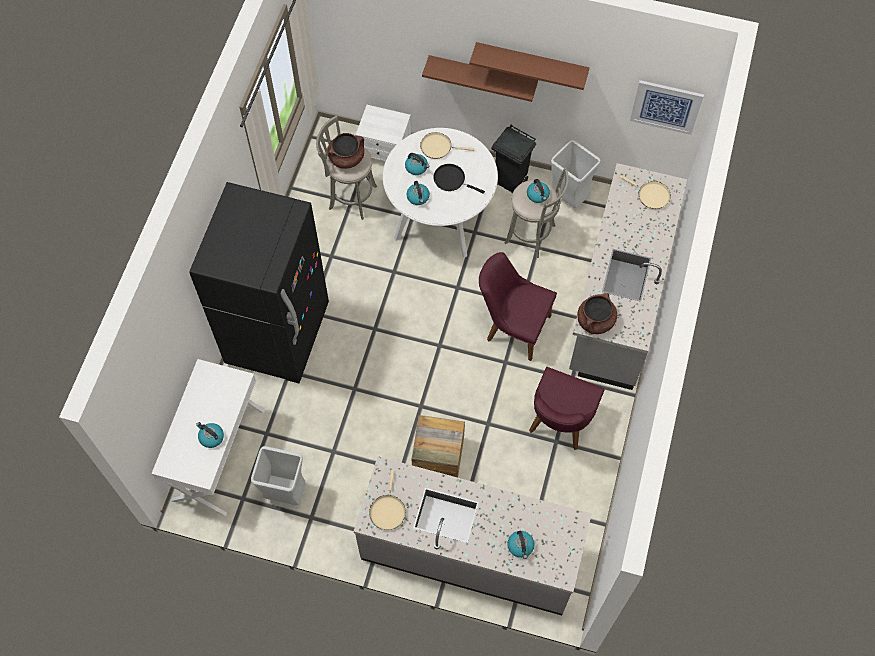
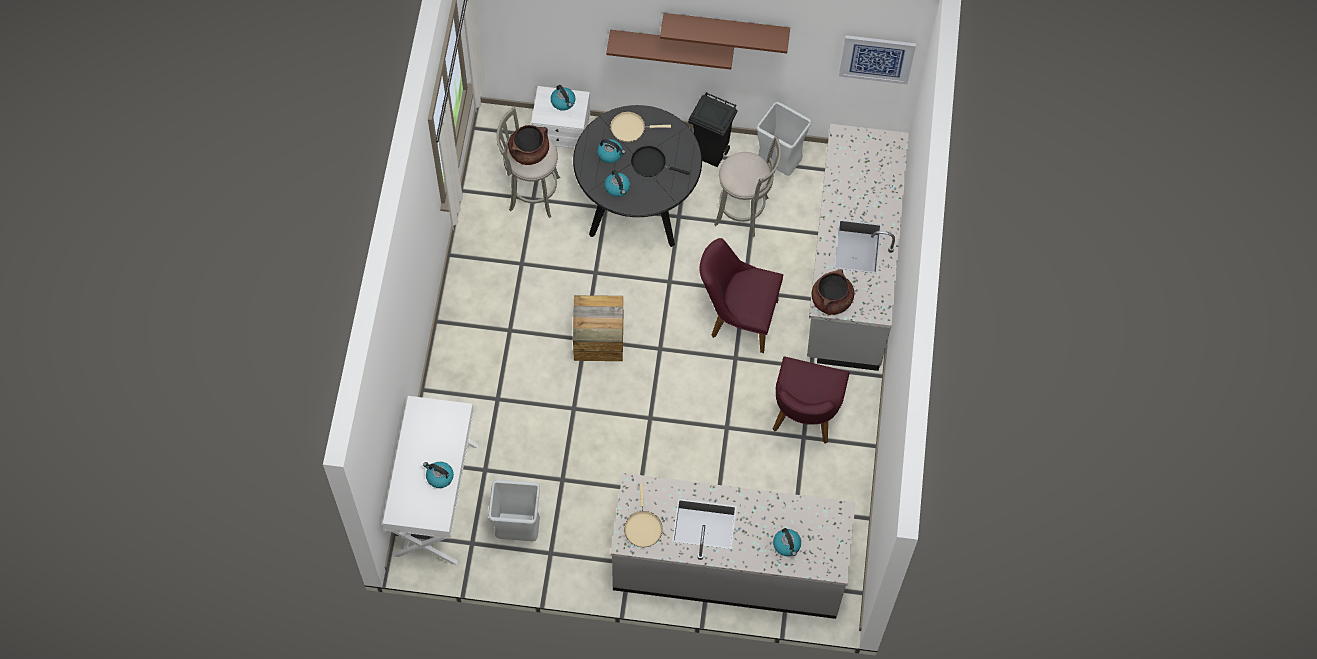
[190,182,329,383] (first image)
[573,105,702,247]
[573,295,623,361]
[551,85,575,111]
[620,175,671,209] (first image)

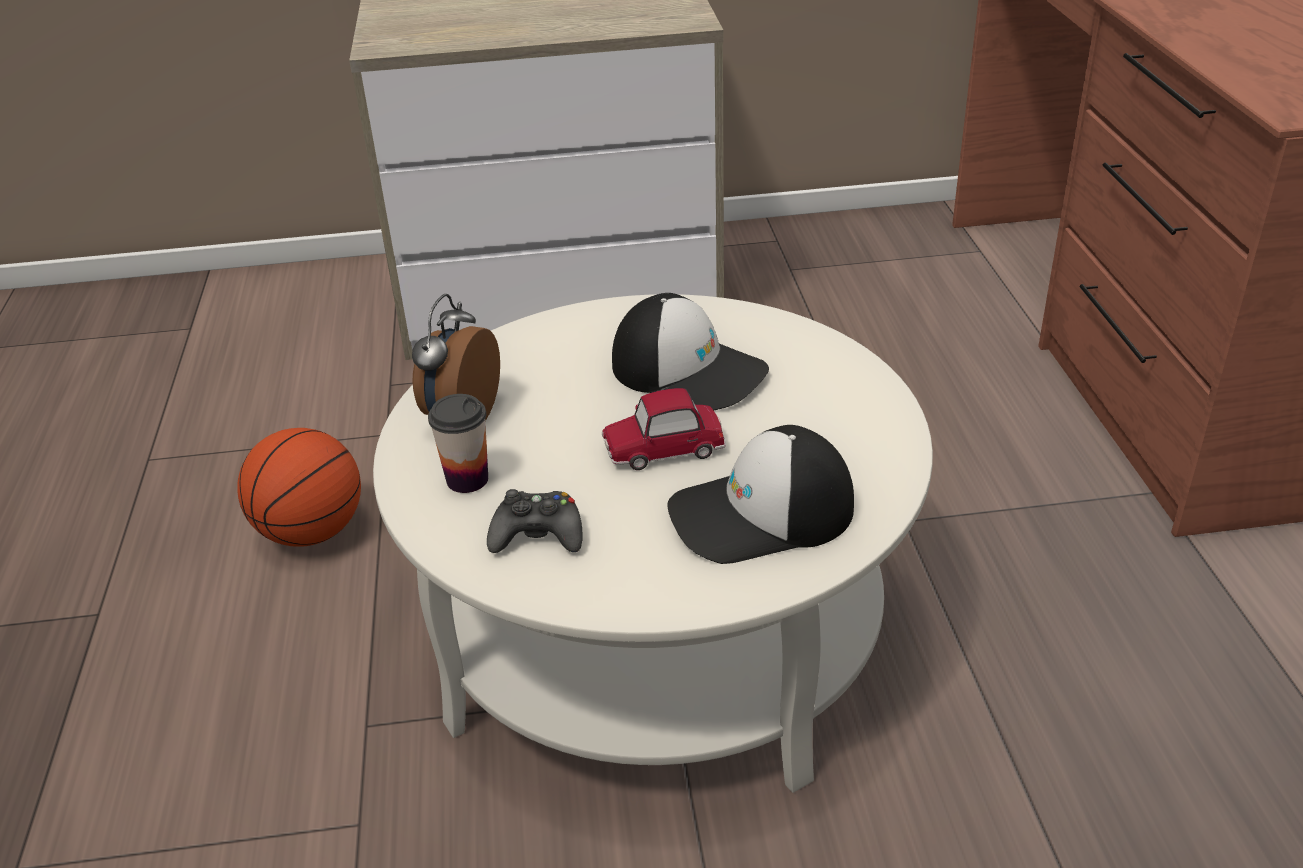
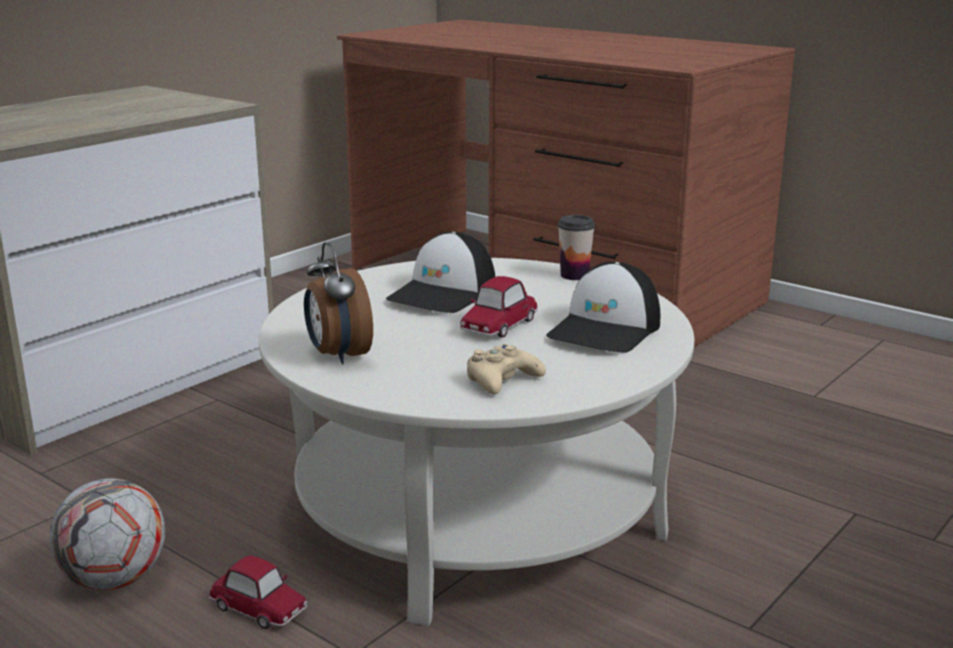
[49,478,165,590]
[558,215,595,280]
[467,344,546,394]
[386,232,495,313]
[209,555,307,629]

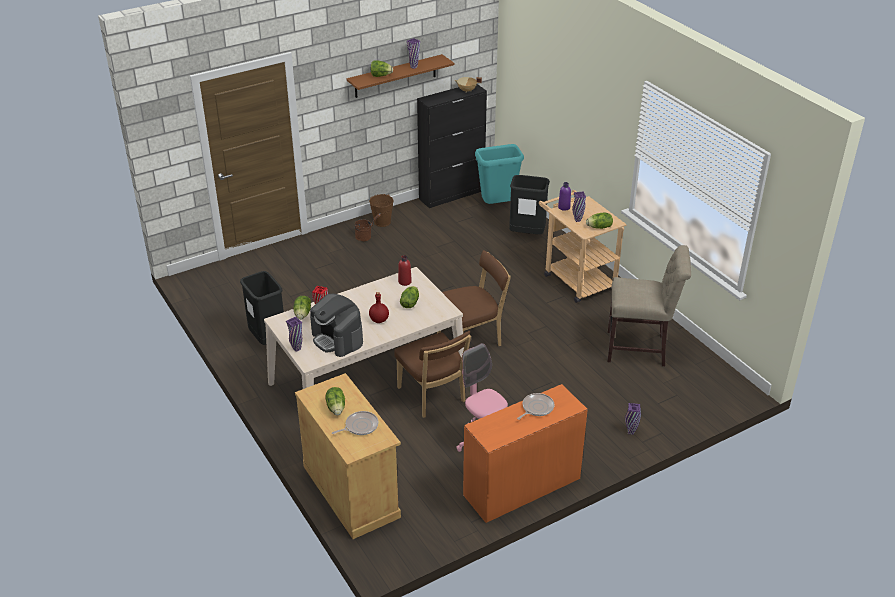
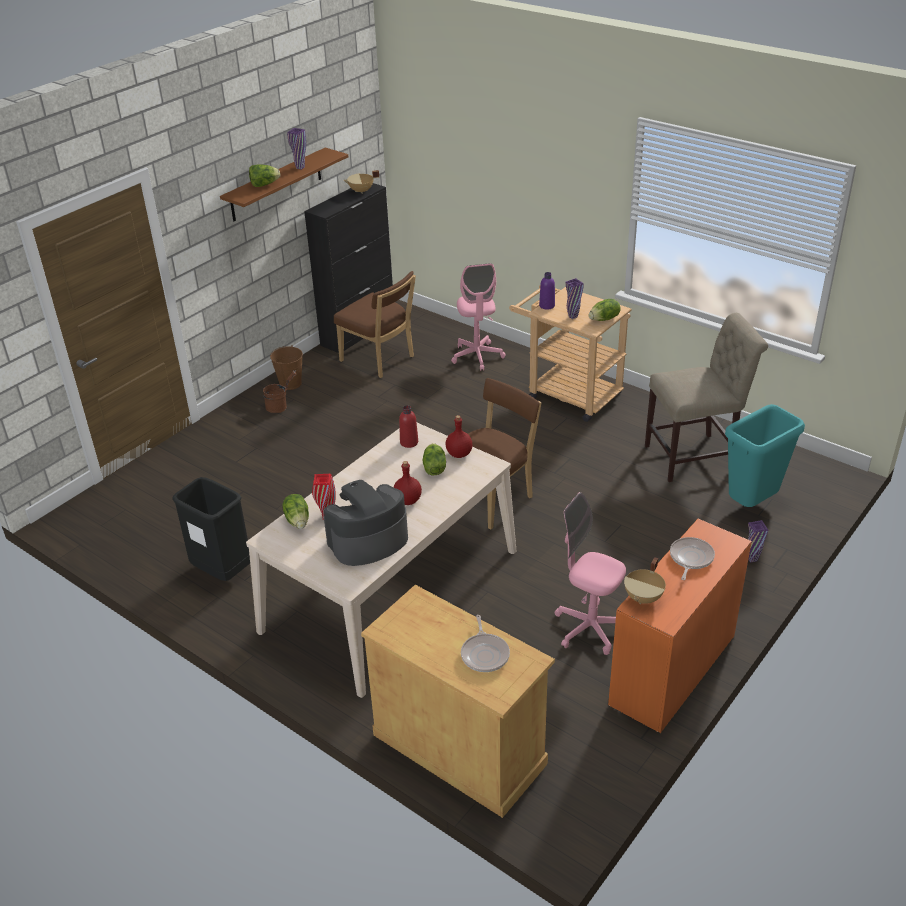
[286,317,302,352] (first image)
[324,480,408,566]
[325,387,345,416] (first image)
[461,615,510,672]
[334,271,416,378]
[725,404,805,507]
[451,263,506,371]
[446,415,473,458]
[624,557,666,604]

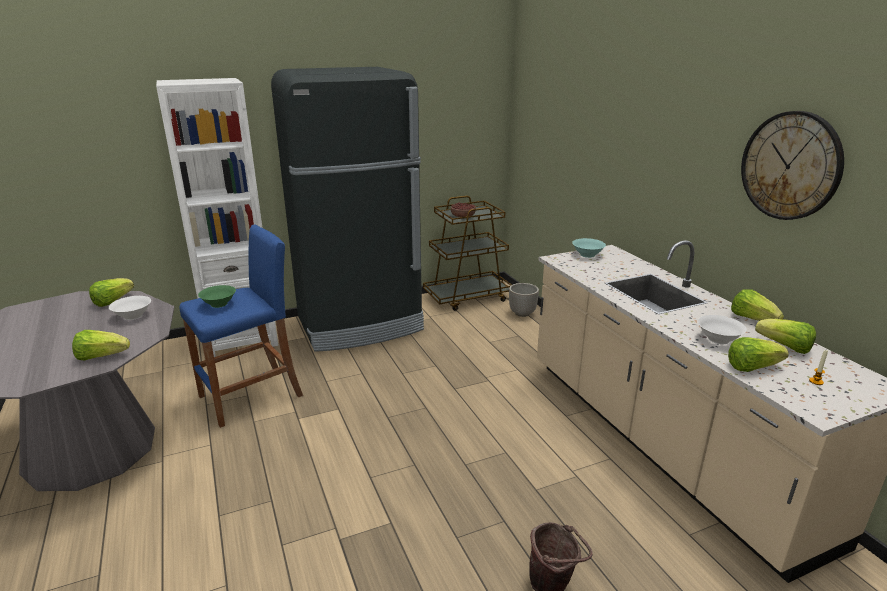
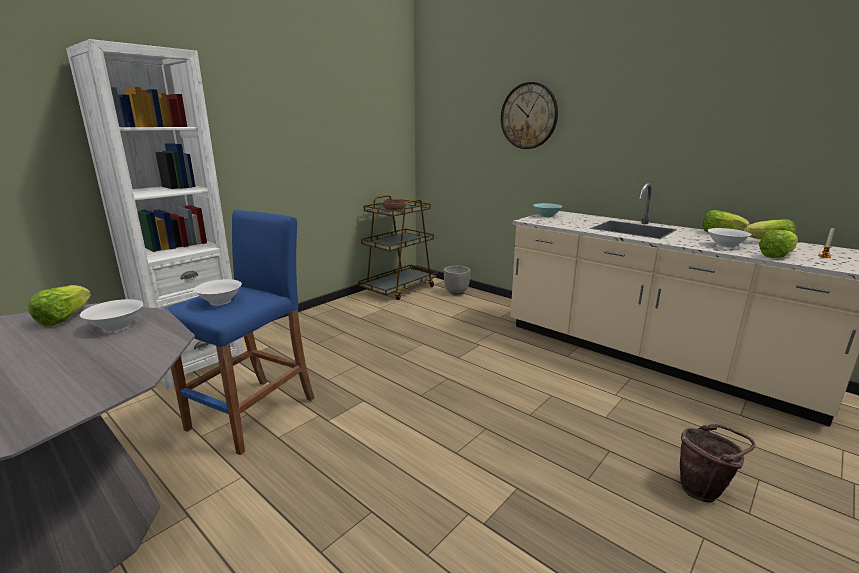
[72,330,130,360] (first image)
[194,279,242,305]
[271,67,424,352] (first image)
[501,82,558,149]

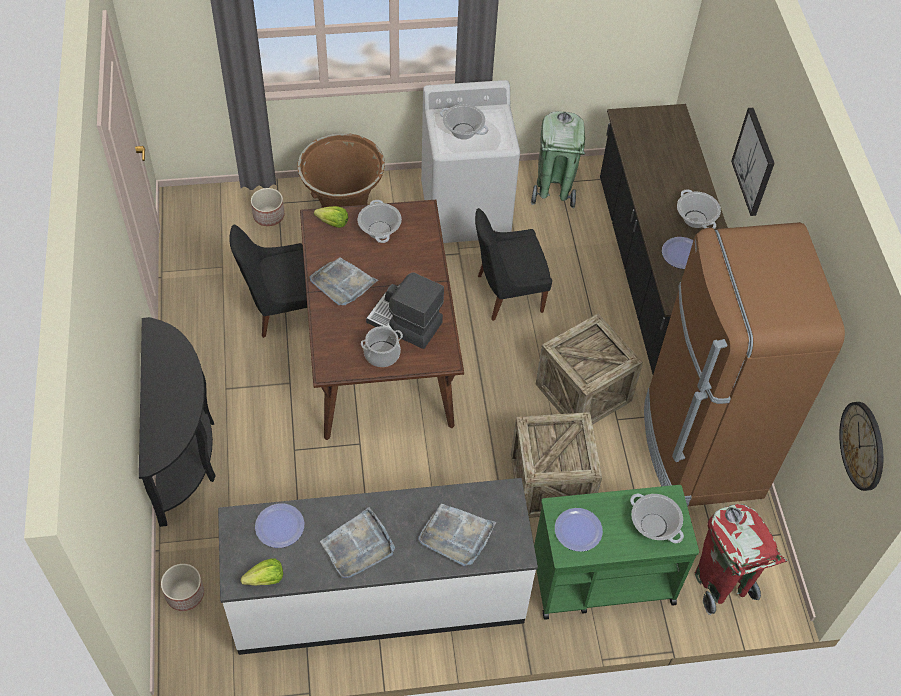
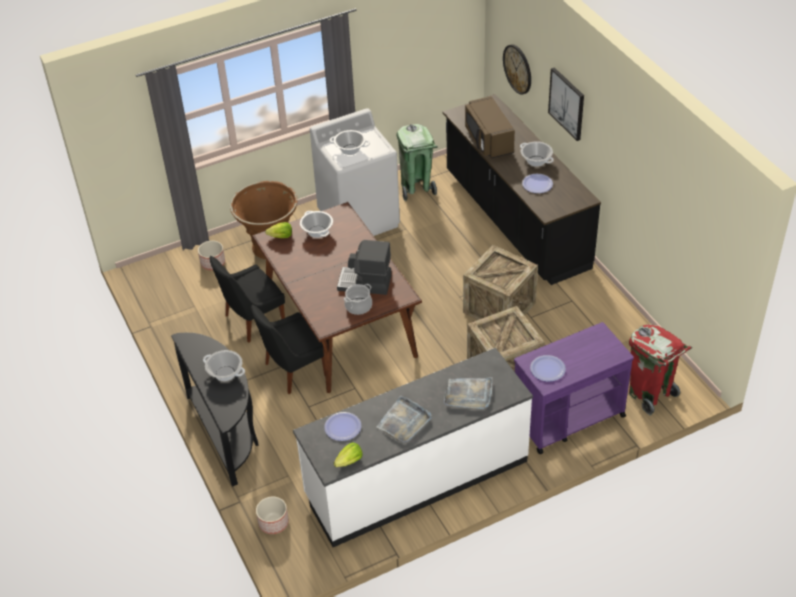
[310,257,378,306] (first image)
[251,304,325,394]
[514,322,634,454]
[203,350,245,381]
[644,222,845,507] (first image)
[503,44,531,95]
[465,96,515,158]

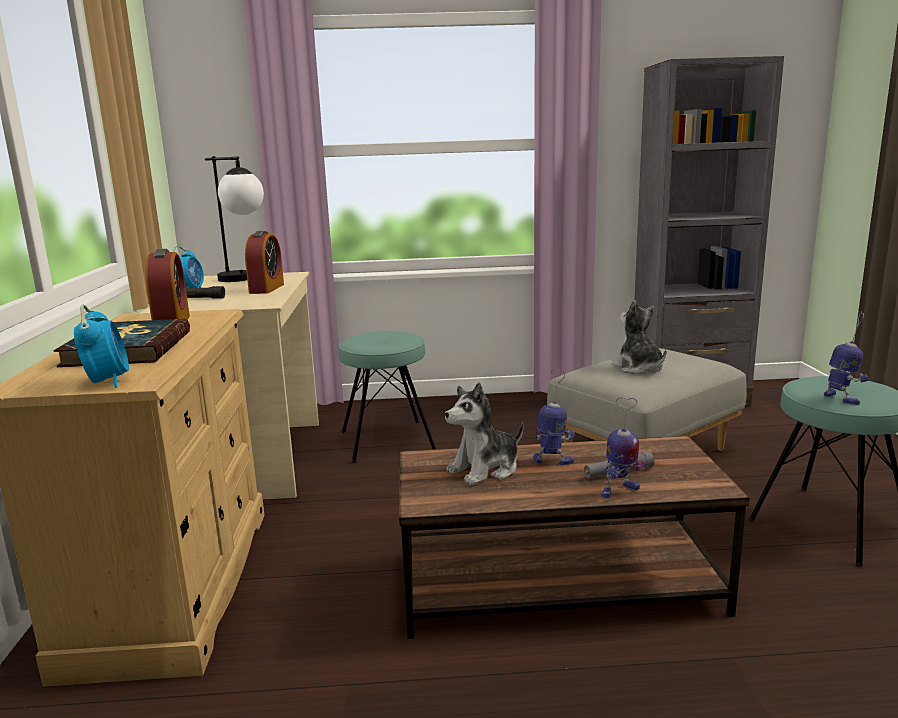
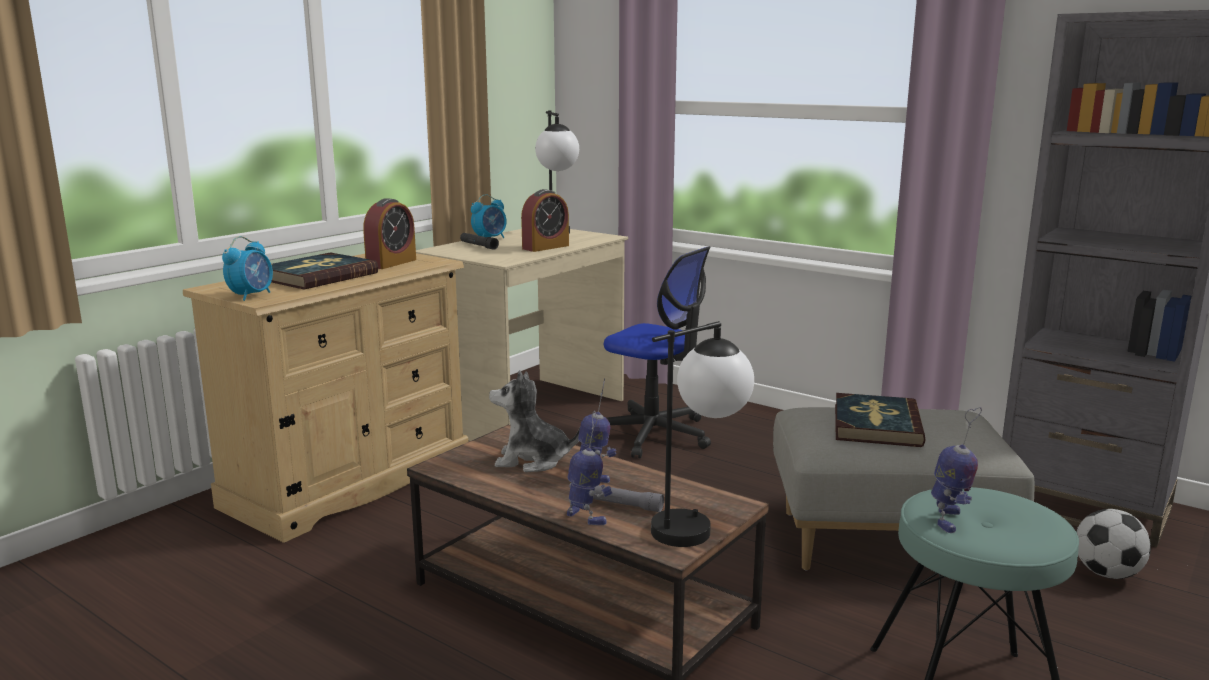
[604,246,711,458]
[567,411,612,525]
[835,393,926,447]
[651,321,754,547]
[1076,509,1151,579]

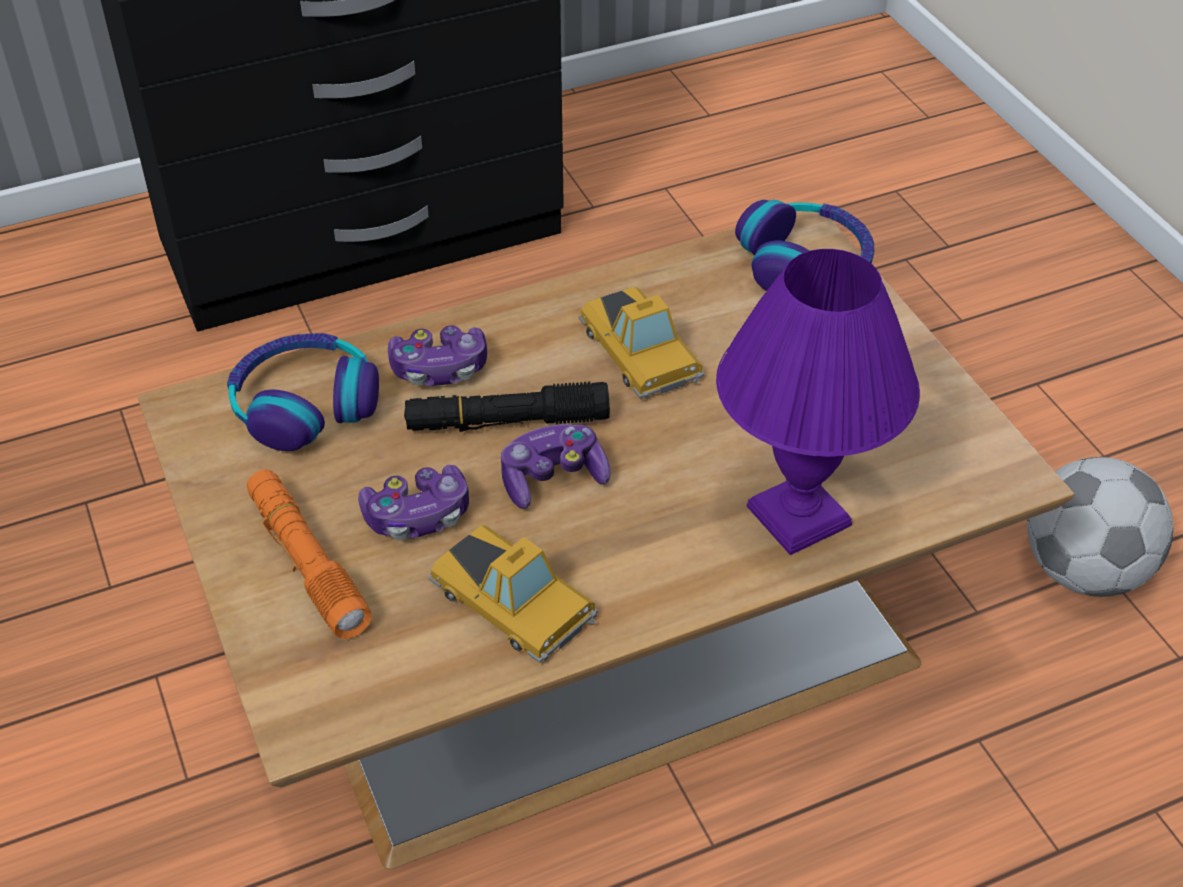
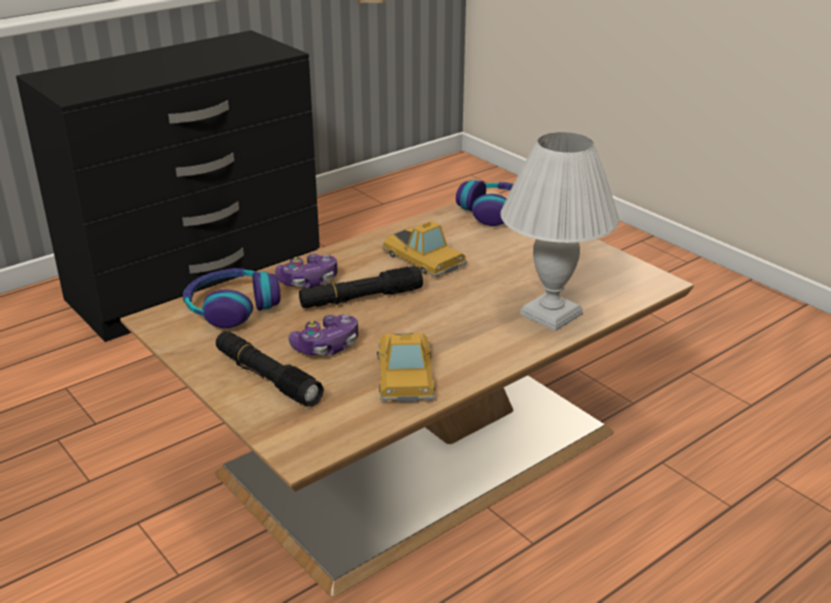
[216,331,324,407]
[377,333,435,402]
[501,424,611,508] (first image)
[501,132,619,331]
[1027,457,1174,597] (first image)

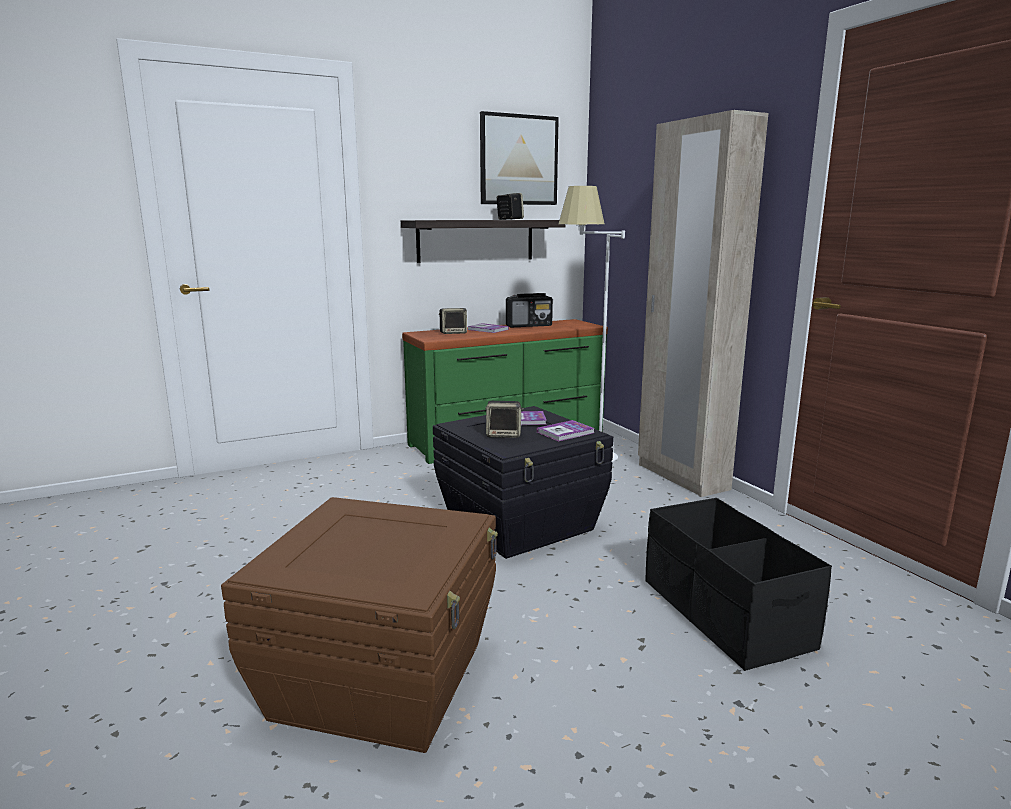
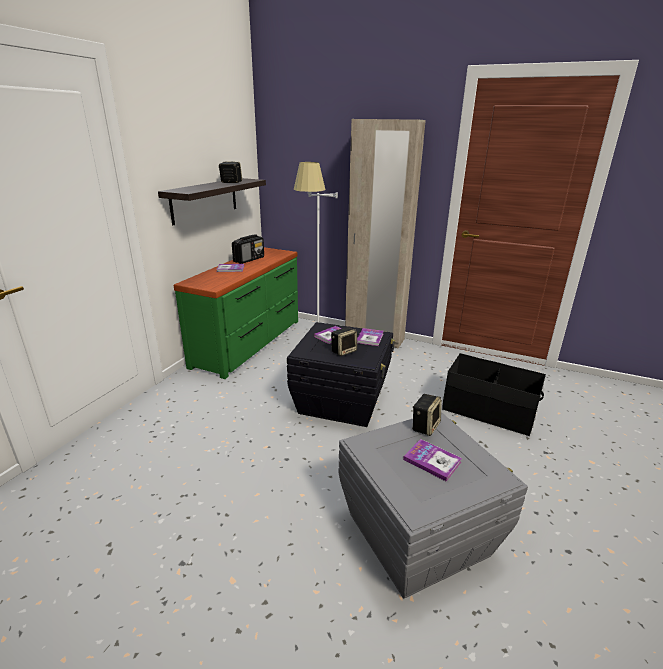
[338,412,528,599]
[412,394,442,436]
[480,111,559,205] (first image)
[403,439,462,481]

